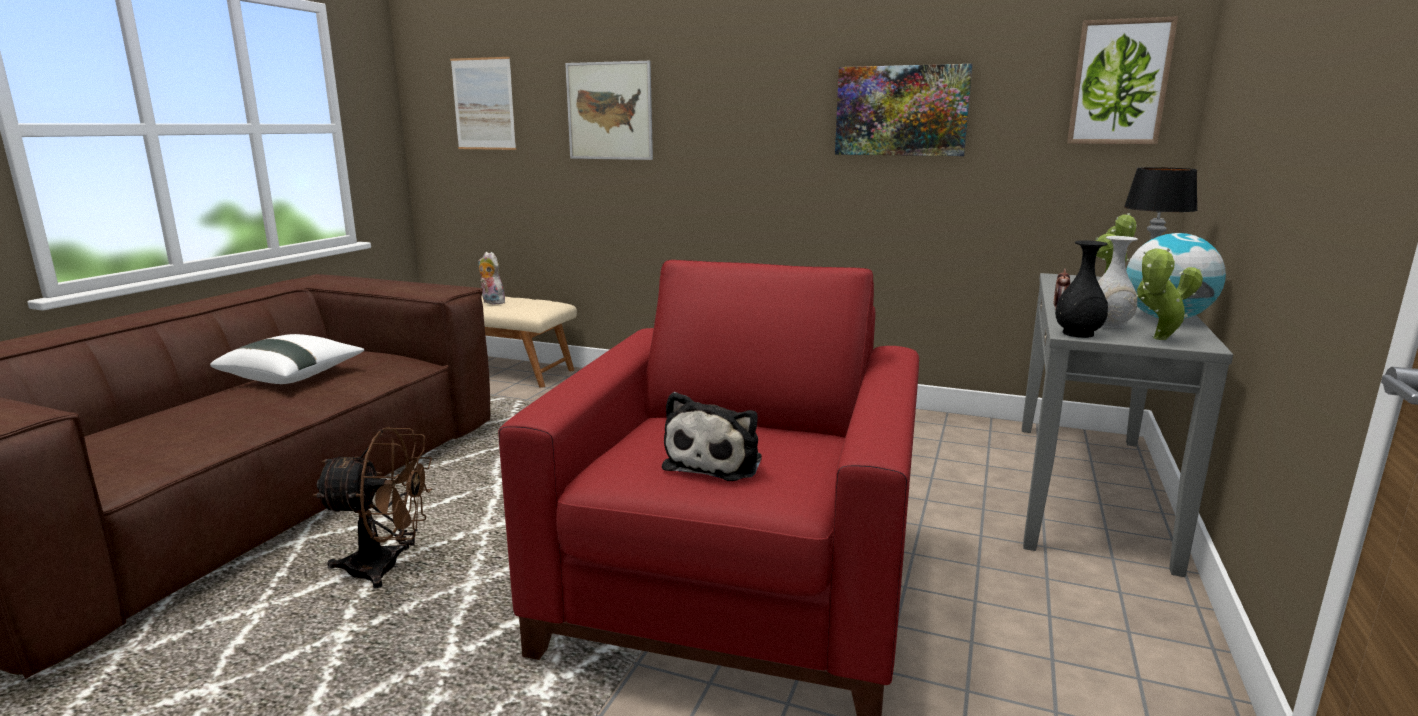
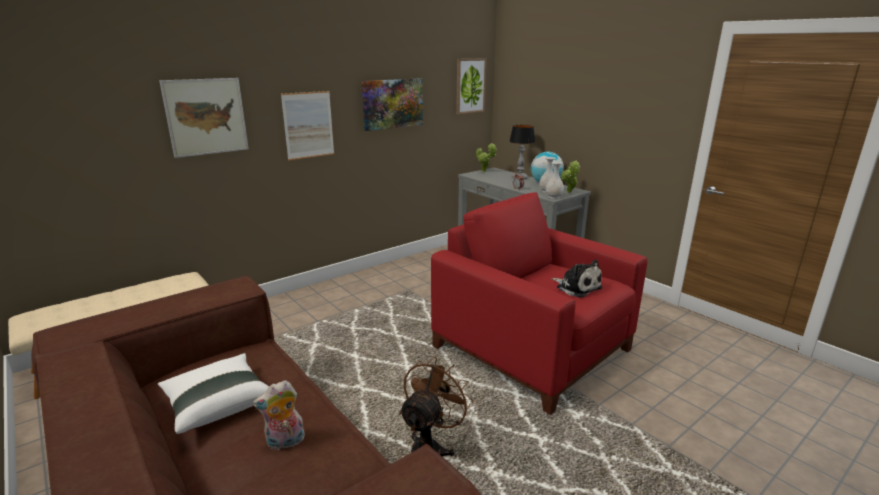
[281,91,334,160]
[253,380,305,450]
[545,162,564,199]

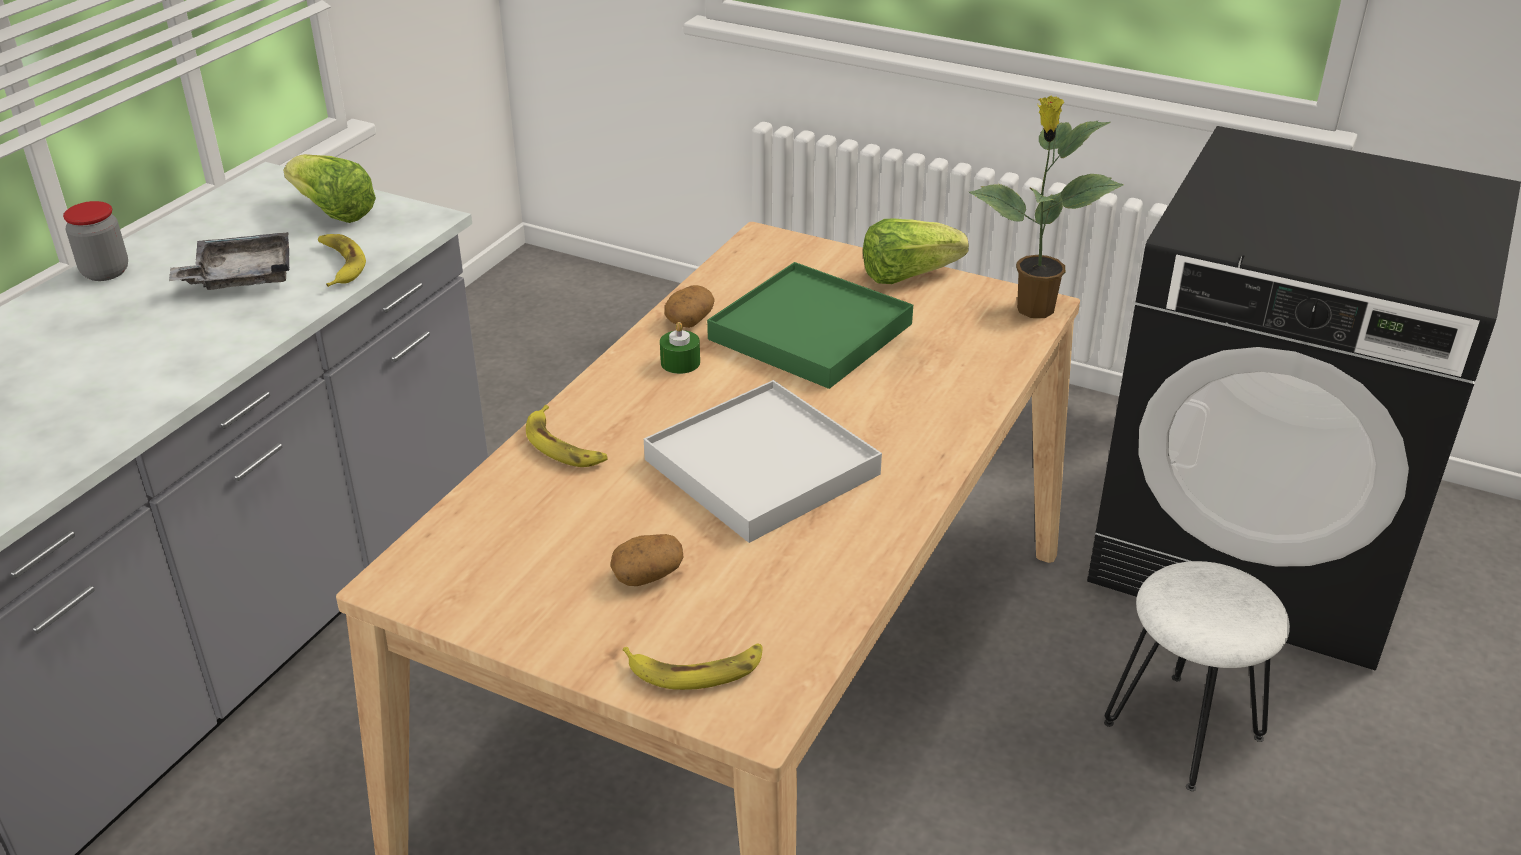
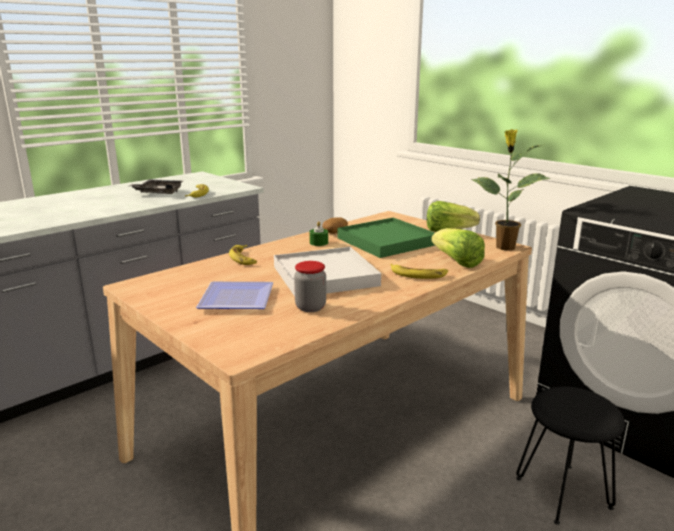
[294,261,326,312]
[431,228,485,268]
[196,282,273,309]
[390,264,448,279]
[516,387,625,525]

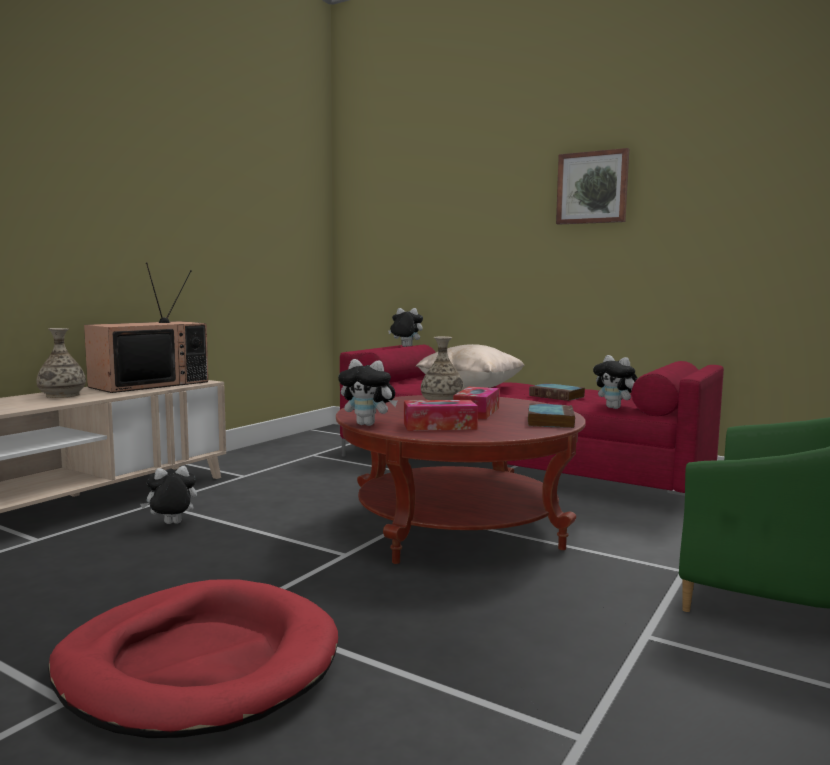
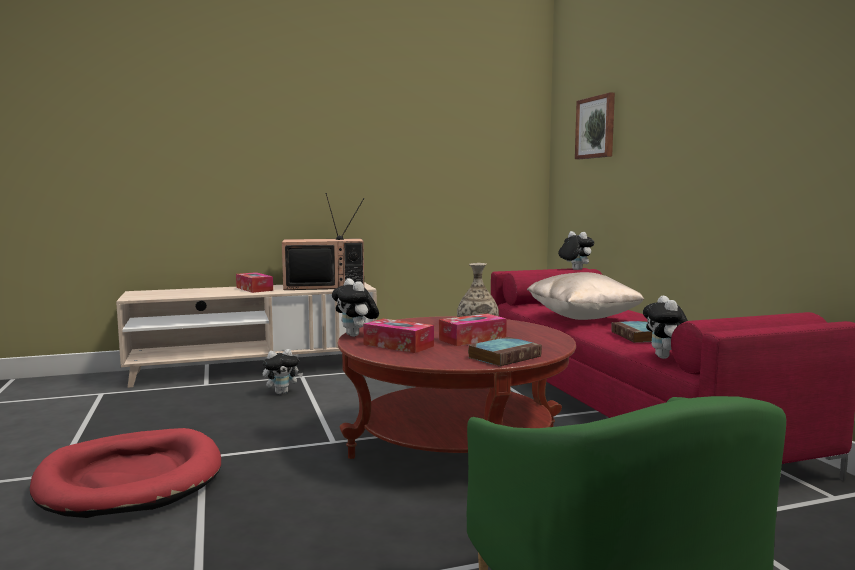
[236,272,273,293]
[263,349,303,394]
[575,92,615,159]

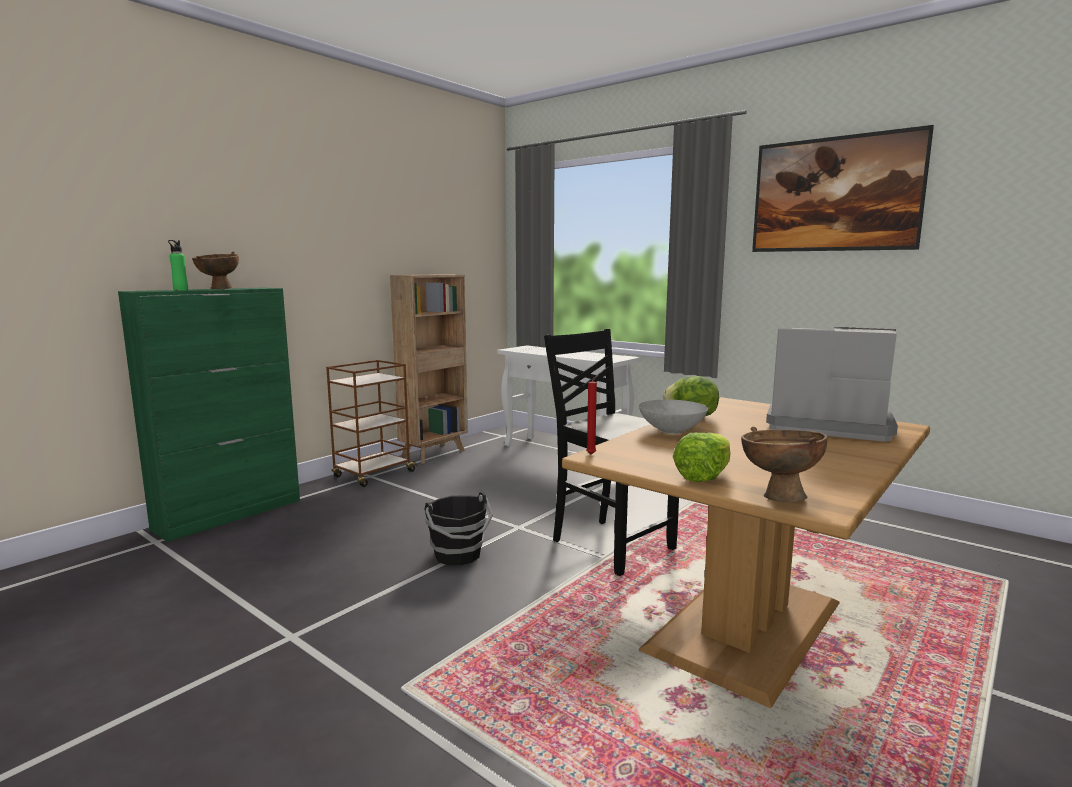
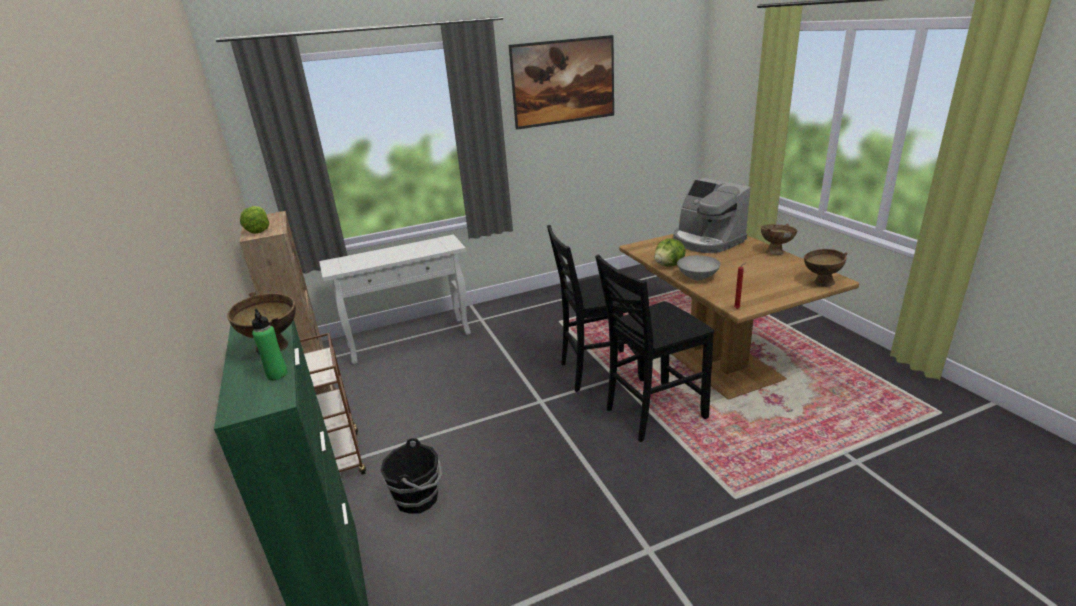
[380,438,443,514]
[240,206,270,234]
[673,178,751,253]
[595,255,714,442]
[761,224,797,255]

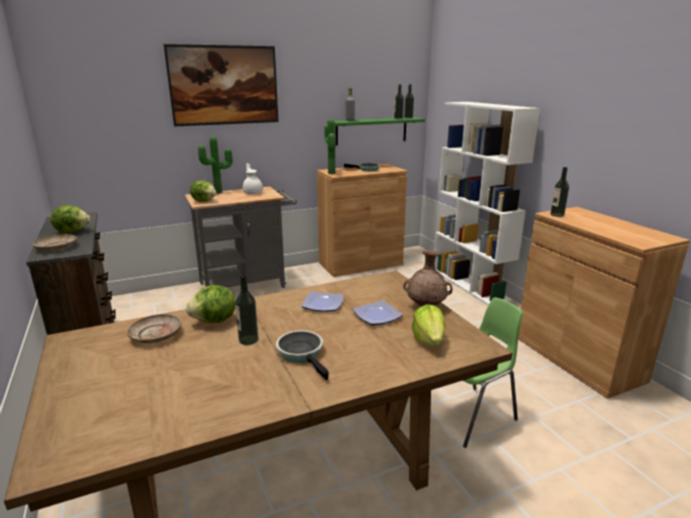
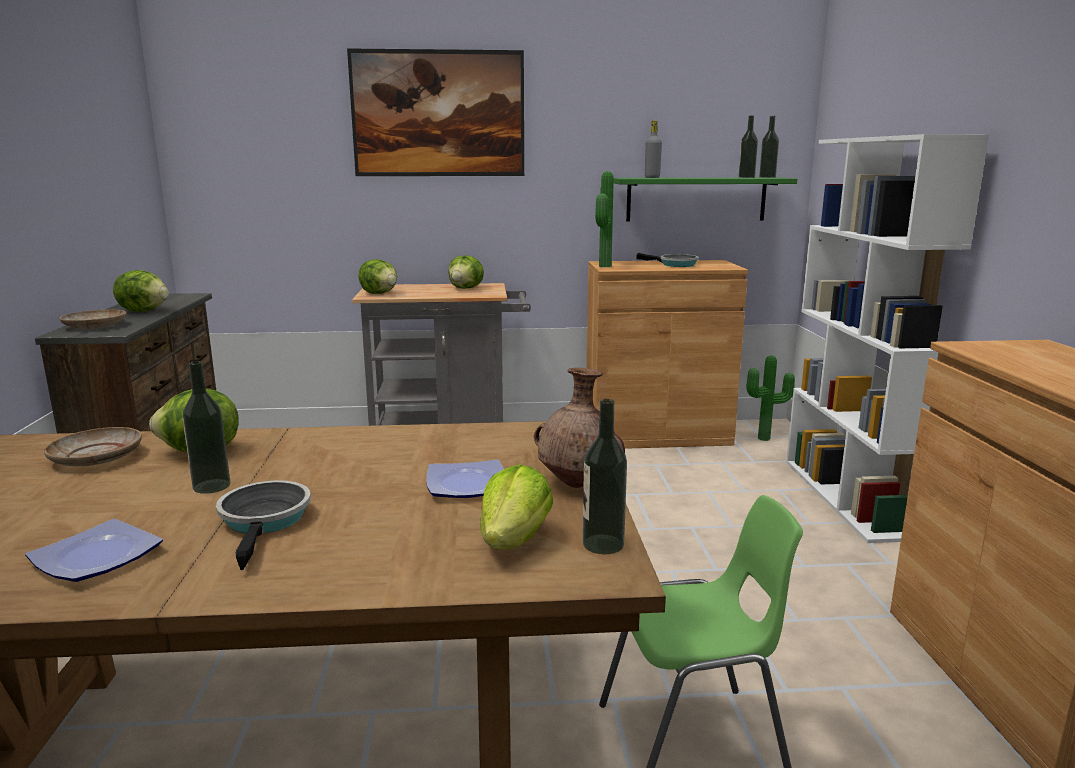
[746,355,795,441]
[449,255,484,289]
[25,519,163,582]
[583,399,627,554]

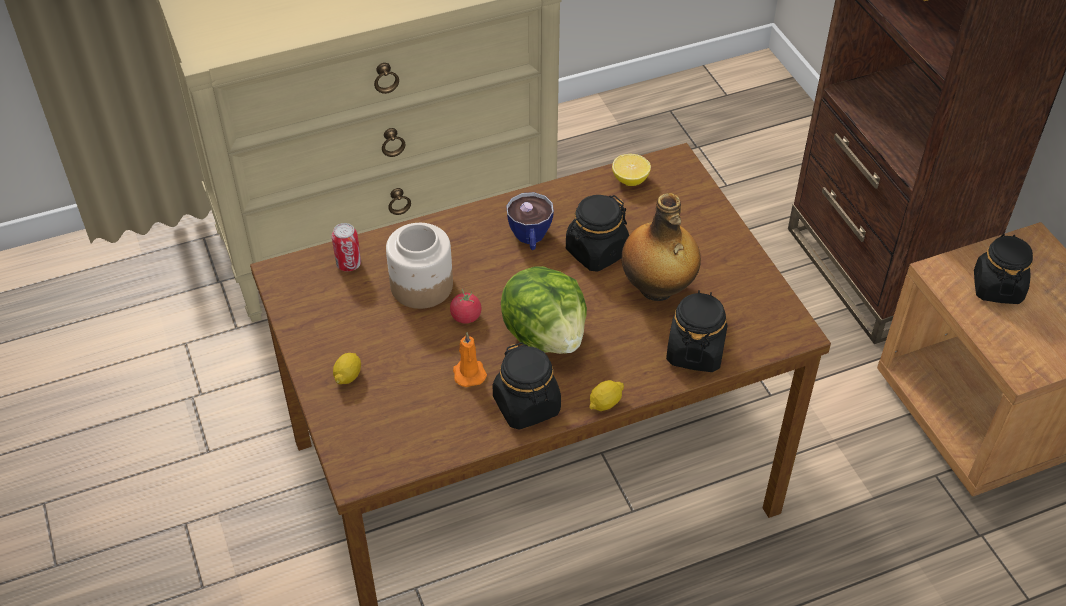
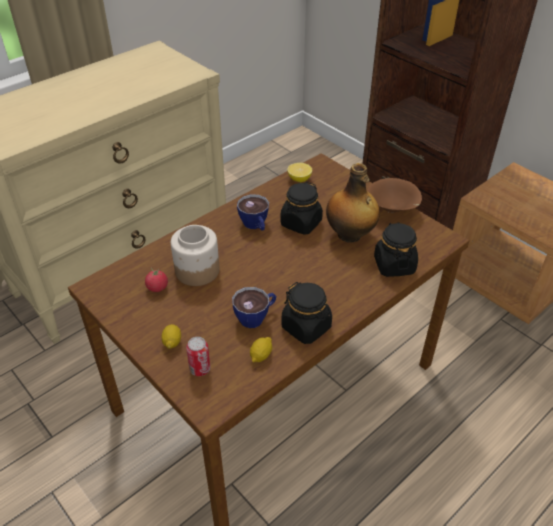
[186,337,211,376]
[145,268,168,292]
[232,287,276,328]
[501,266,587,354] (first image)
[250,337,272,363]
[974,234,1033,304] (first image)
[367,178,422,213]

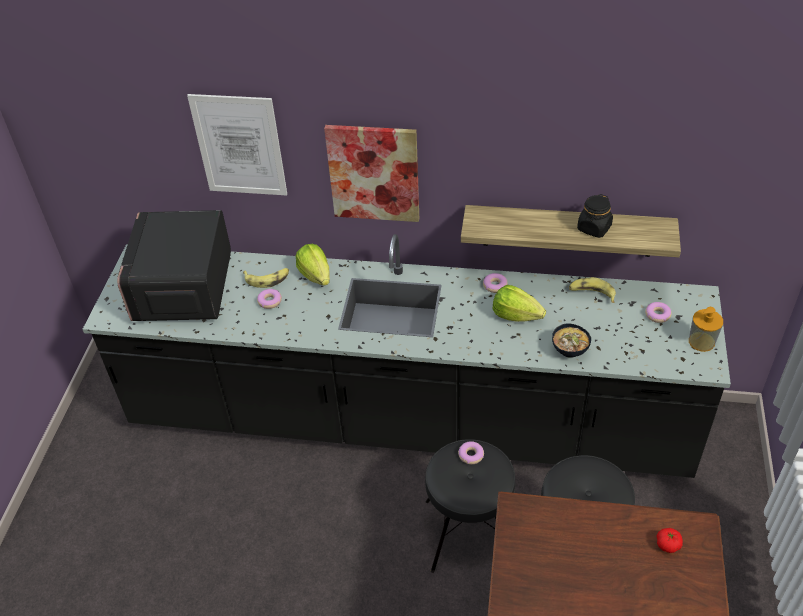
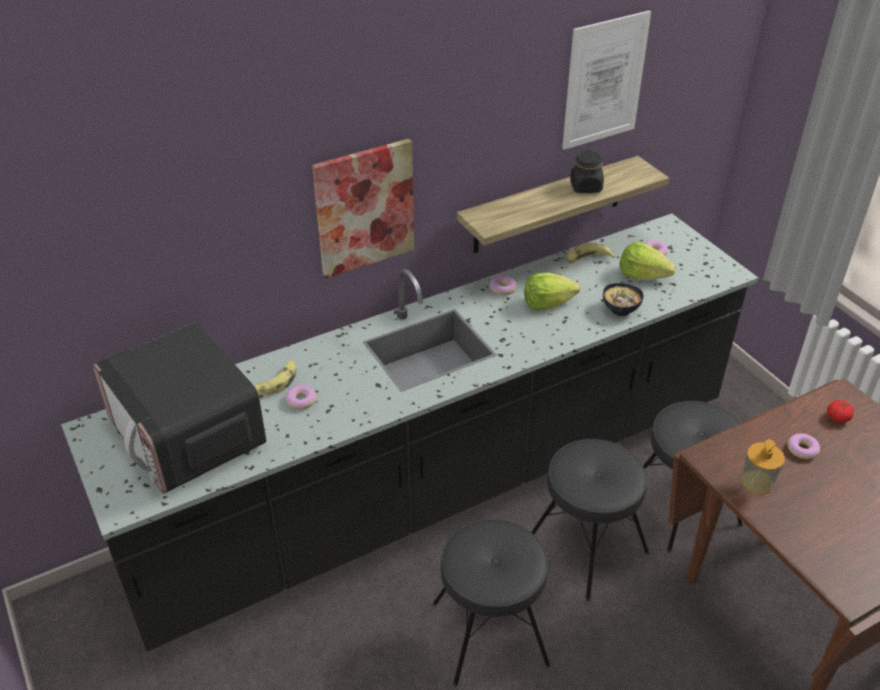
[562,10,651,150]
[620,242,676,280]
[788,433,820,459]
[741,439,785,495]
[433,519,550,687]

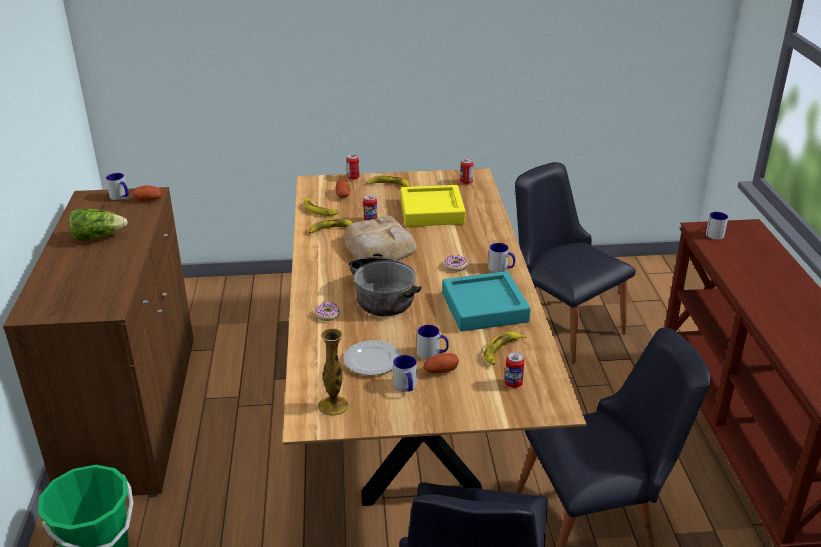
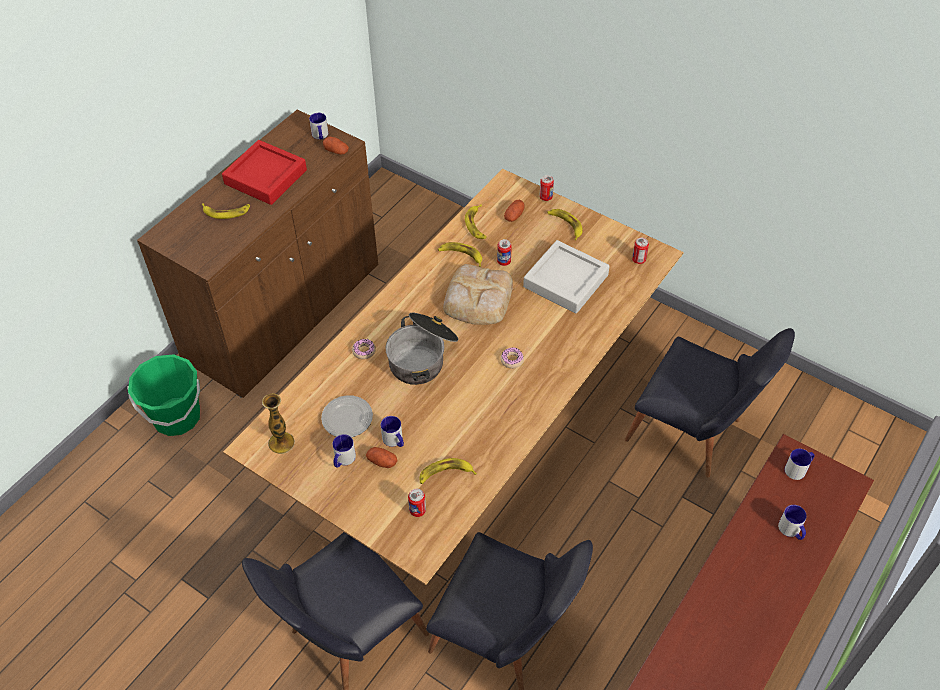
[222,140,307,205]
[523,240,610,314]
[442,271,531,332] (first image)
[778,505,807,540]
[625,328,795,478]
[202,203,250,219]

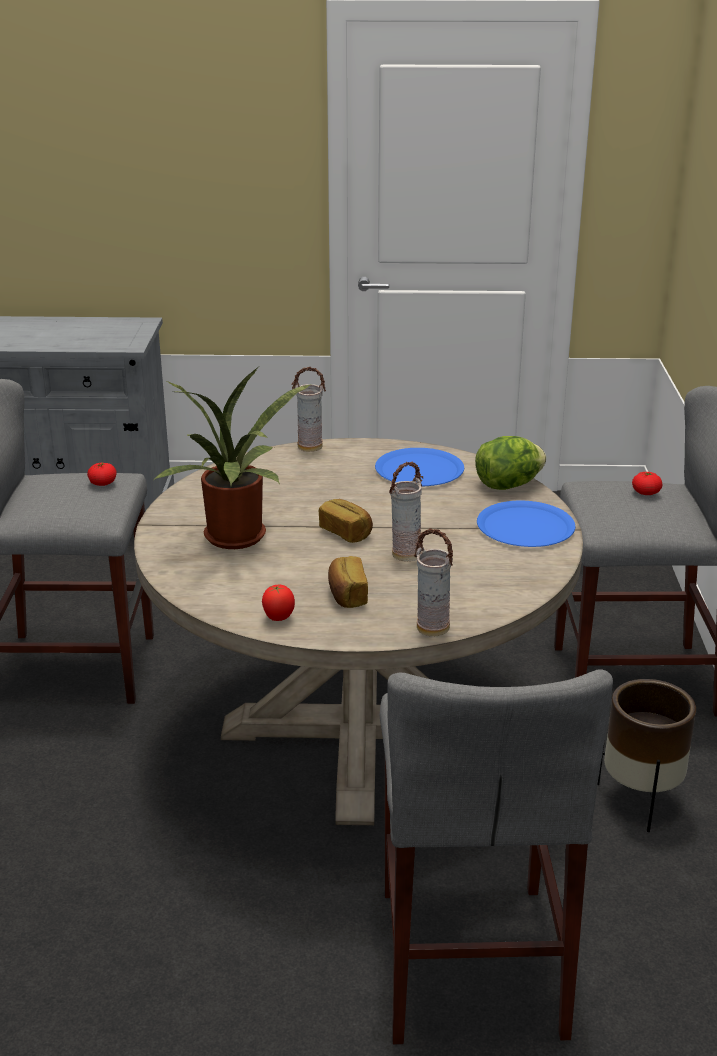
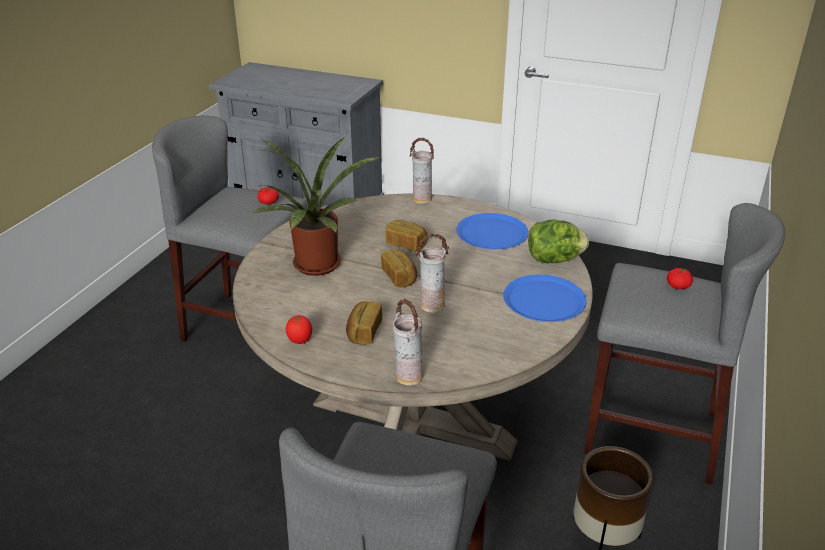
[385,220,428,251]

